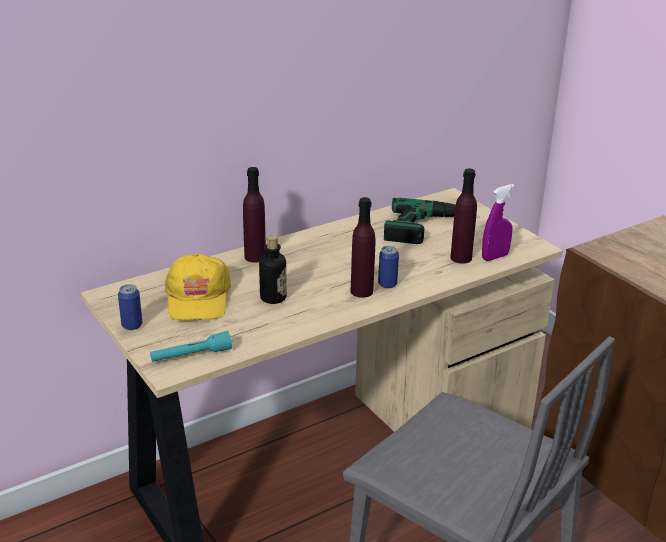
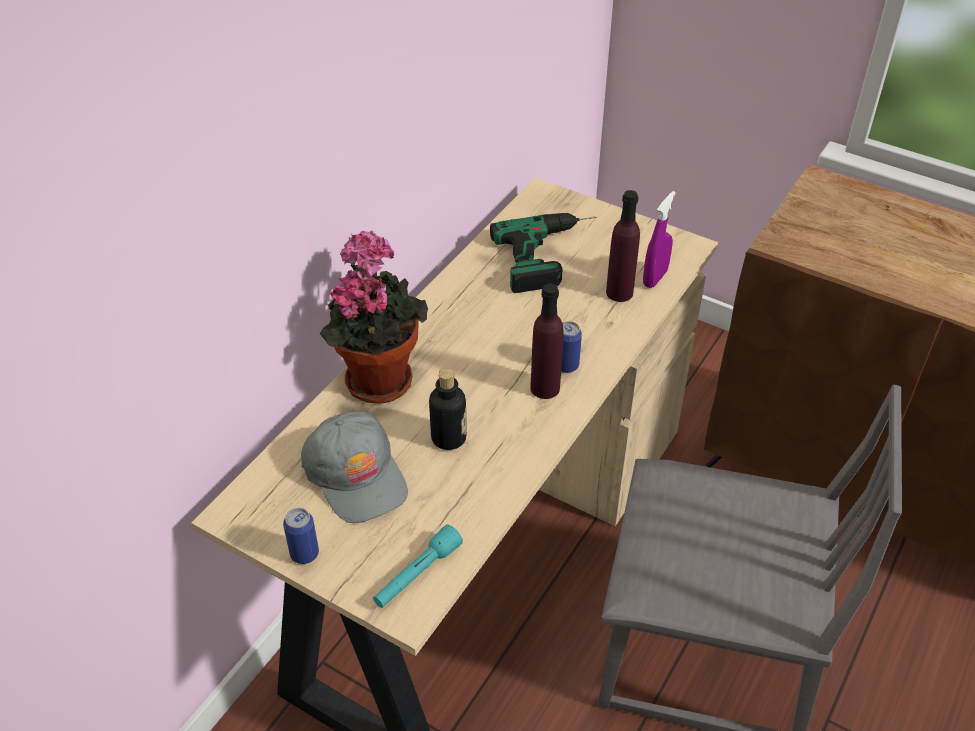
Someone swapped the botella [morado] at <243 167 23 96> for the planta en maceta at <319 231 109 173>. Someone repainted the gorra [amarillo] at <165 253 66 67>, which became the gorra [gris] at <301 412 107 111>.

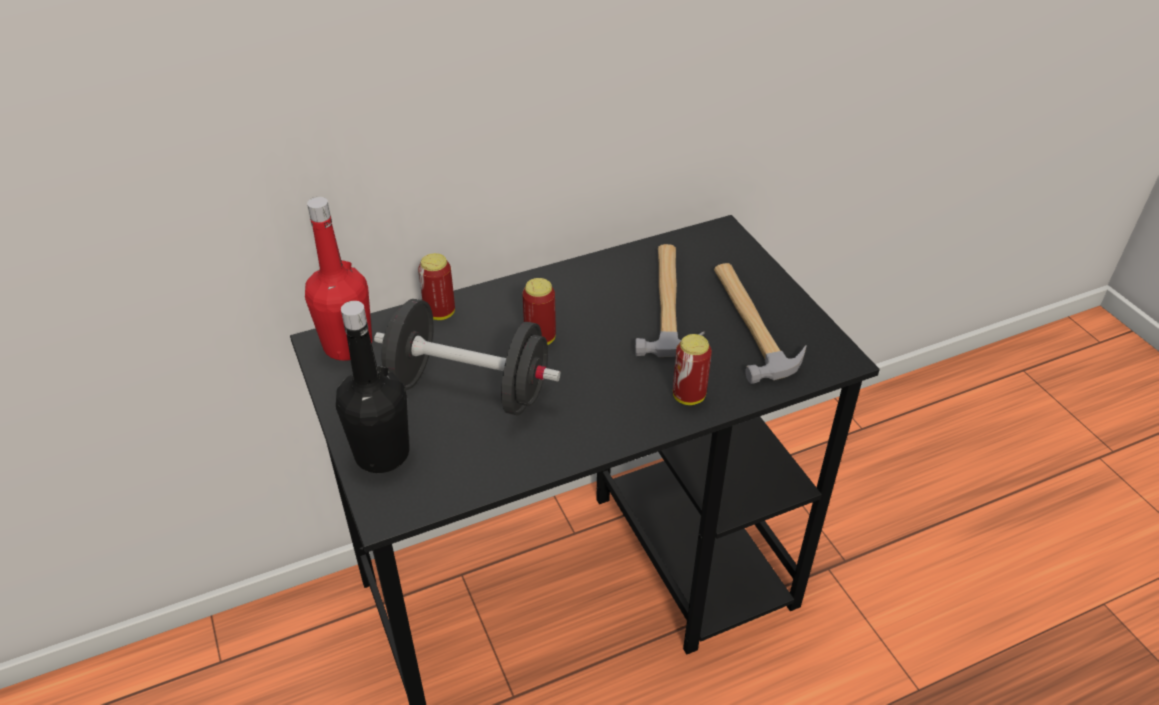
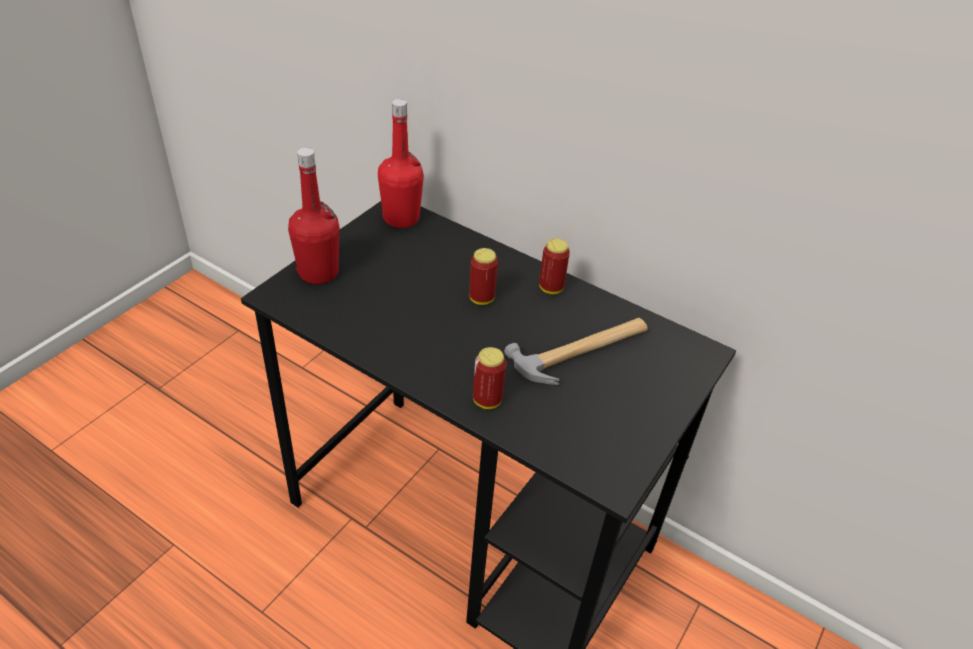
Someone took away the mancuerna [negro] at <374 299 187 117>. Someone took away the martillo at <714 263 93 121>. Someone carried the lata from <418 253 37 67> to <539 238 31 56>. Someone repainted the botella [negro] at <336 301 73 172>, which became the botella [rojo] at <288 147 52 137>.

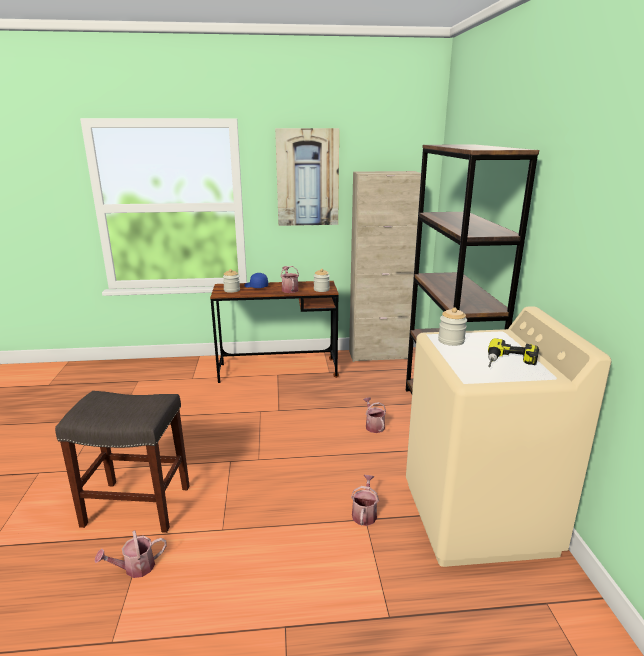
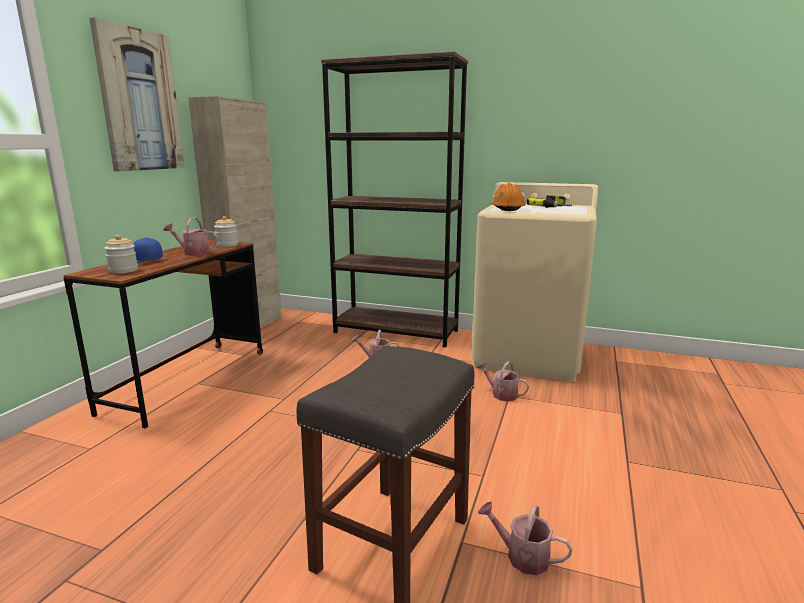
Someone swapped the tarro at <438 308 29 38> for the casco [naranja] at <491 183 35 28>. Someone rotated the regadera at <94 530 73 48> by 120 degrees clockwise.

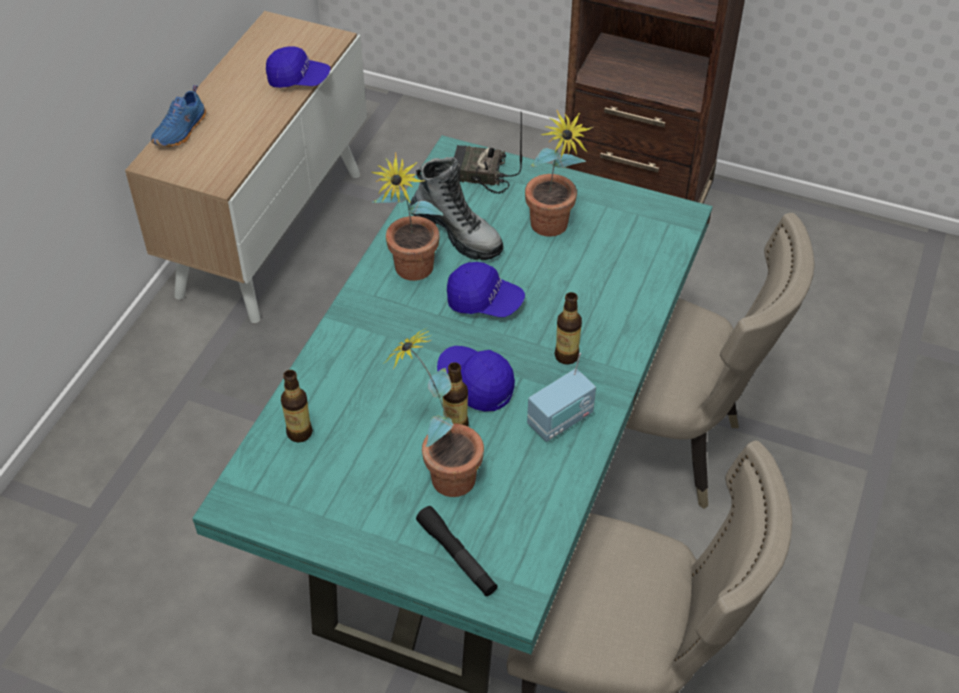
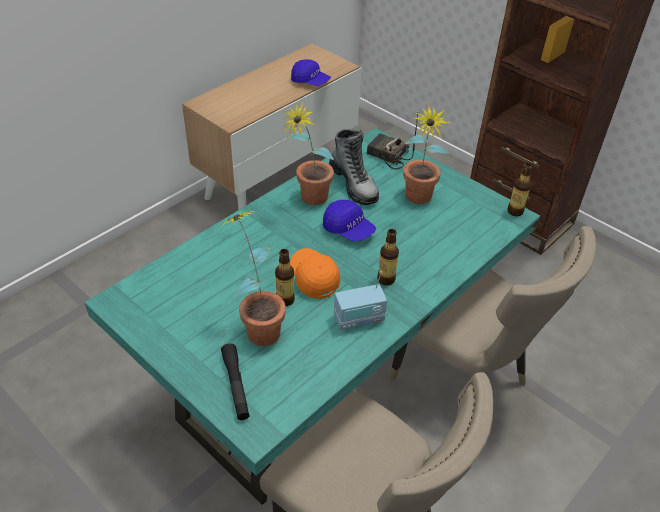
Someone took away the zapato [azul] at <151 85 55 62>. Someone carried the botella from <281 370 32 72> to <507 163 25 53>. Someone repainted the gorra [azul] at <437 346 78 66>, which became the gorra [naranja] at <290 248 50 51>.

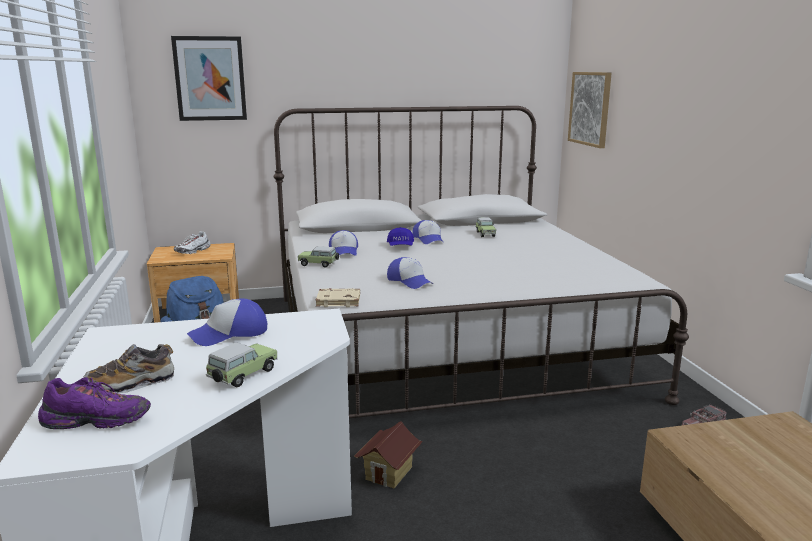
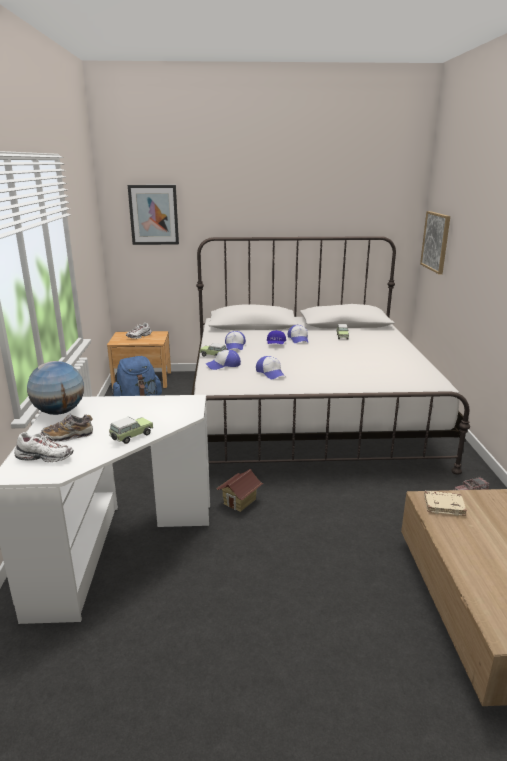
Someone put down the globo terráqueo at <27 361 57 54>. Someone carried the gorra from <187 298 80 48> to <206 350 35 20>. Someone carried the libro [beis] from <316 288 44 19> to <424 491 43 25>. Someone repainted the zapato [morado] at <38 377 113 52>, which became the zapato [blanco] at <14 432 60 30>.

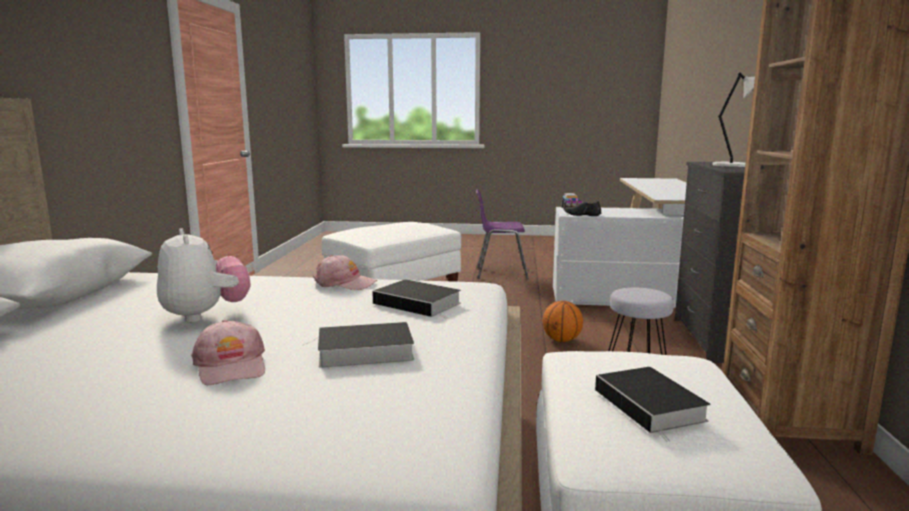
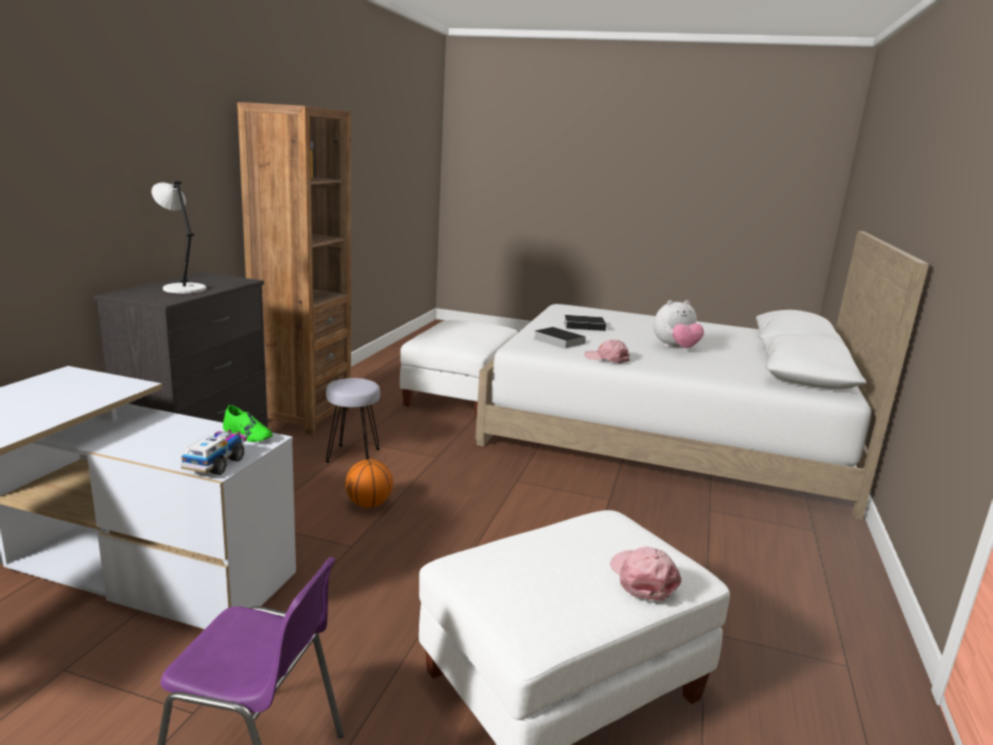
Someone took away the libro at <595 367 115 75>. Someone carried the gorra [rosa] from <191 320 74 66> to <610 547 71 54>. Someone repainted the zapato [negro] at <564 201 37 15>, which became the zapato [verde] at <223 405 50 37>. Someone rotated the peluche at <157 228 94 95> by 90 degrees counterclockwise.

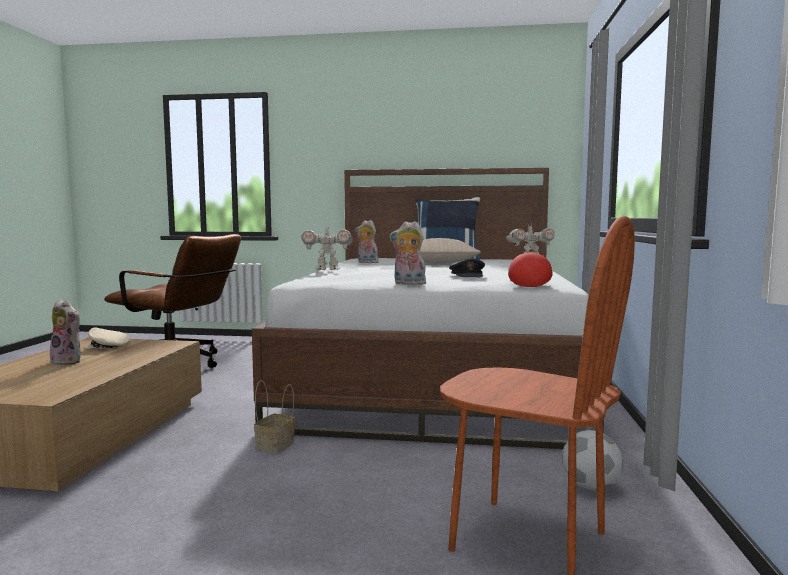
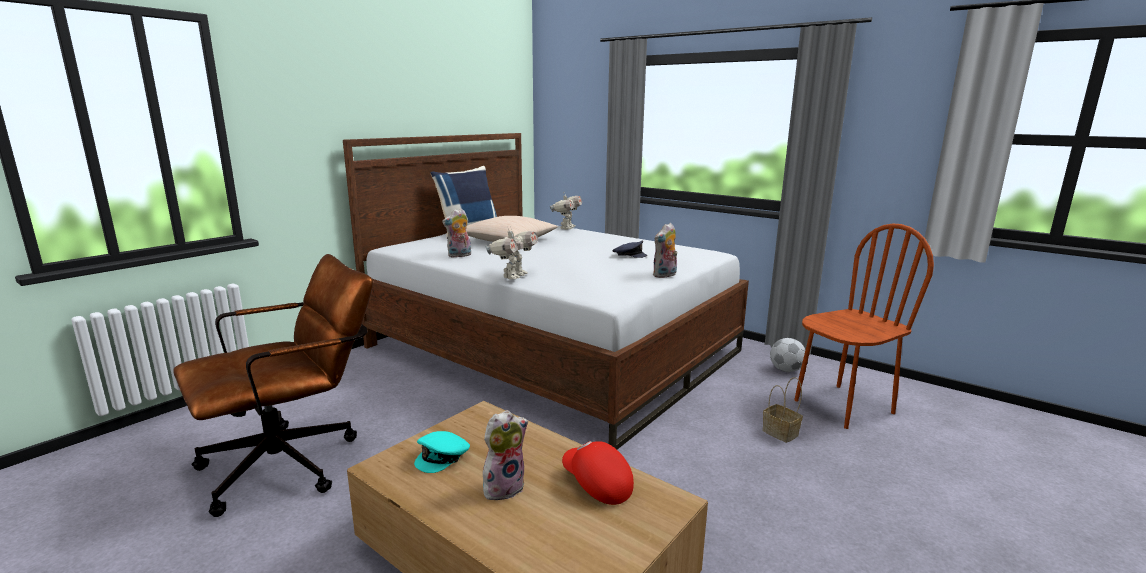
Someone carried the cesta from <254 380 41 73> to <762 377 41 66>. Someone carried the gorra [rojo] from <508 252 45 35> to <562 441 72 64>. Someone repainted the gorra [beis] at <85 327 46 22>, which became the gorra [turquesa] at <414 431 56 42>.

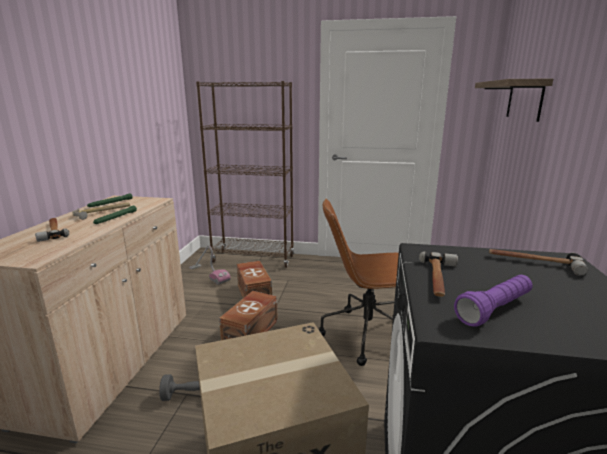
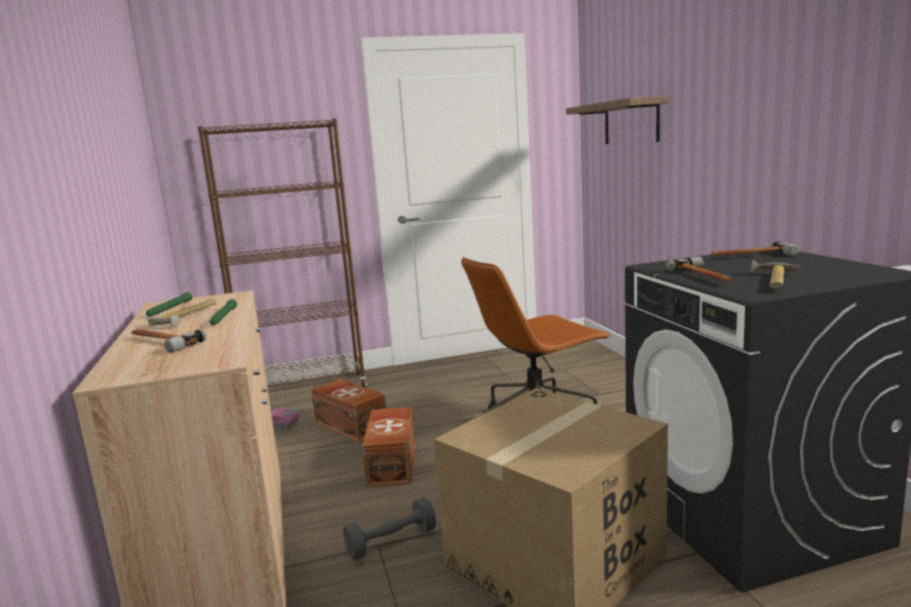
Someone swapped the linterna [morado] at <454 275 79 52> for the martillo at <751 260 50 29>.

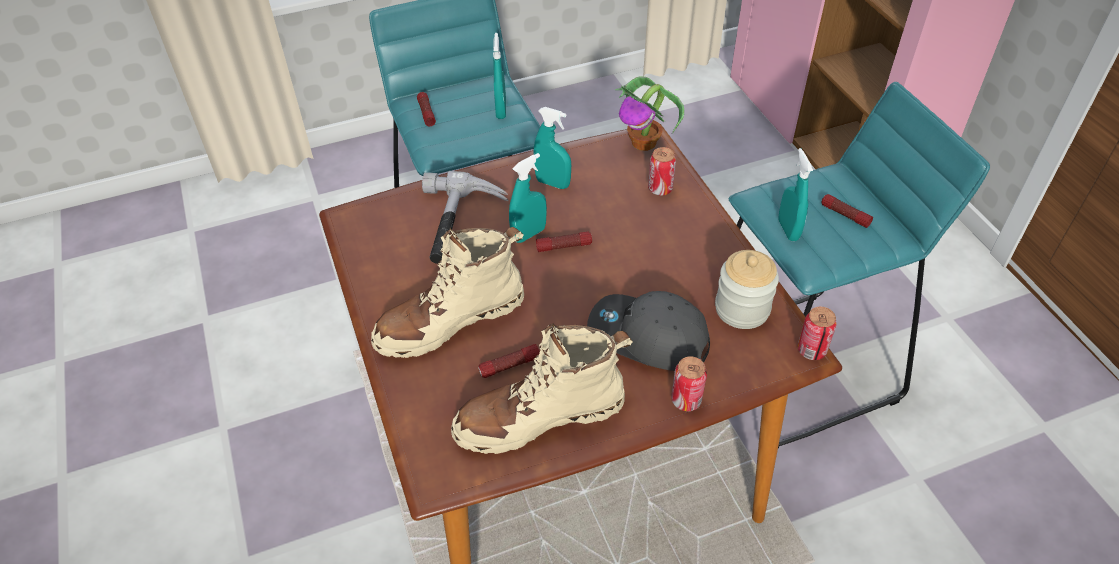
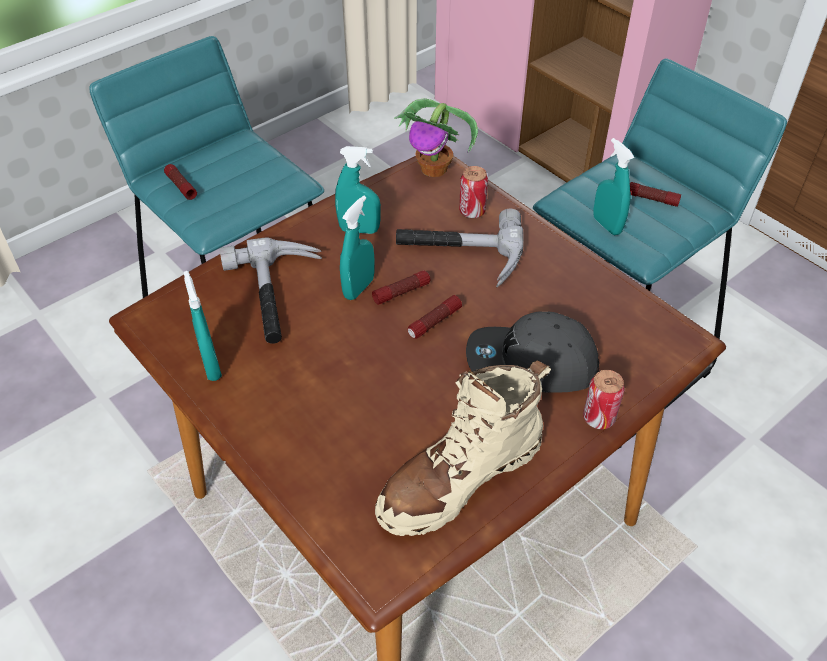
Someone took away the bota [beis] at <371 227 153 131>. Someone took away the tarro at <715 250 64 79>. Someone took away the lata at <798 307 39 53>. Someone put down the martillo at <396 209 128 78>. Someone carried the linterna from <478 344 62 34> to <408 295 54 44>. Someone carried the pulverizador [turquesa] from <493 33 13 86> to <184 271 38 110>.

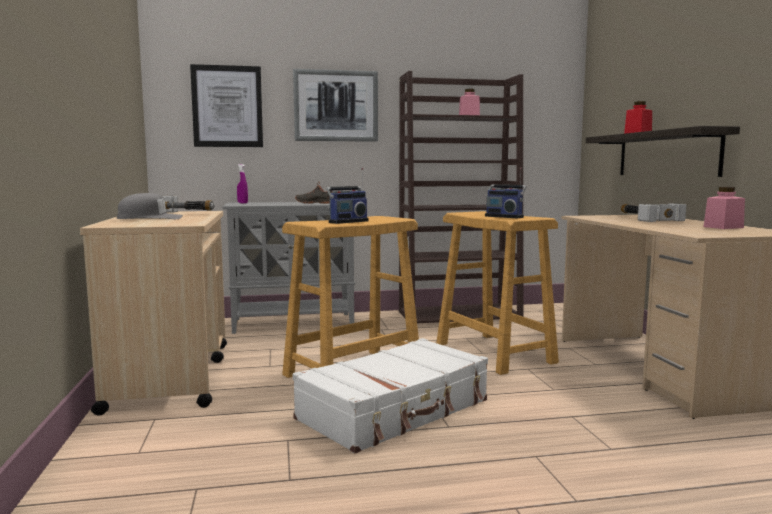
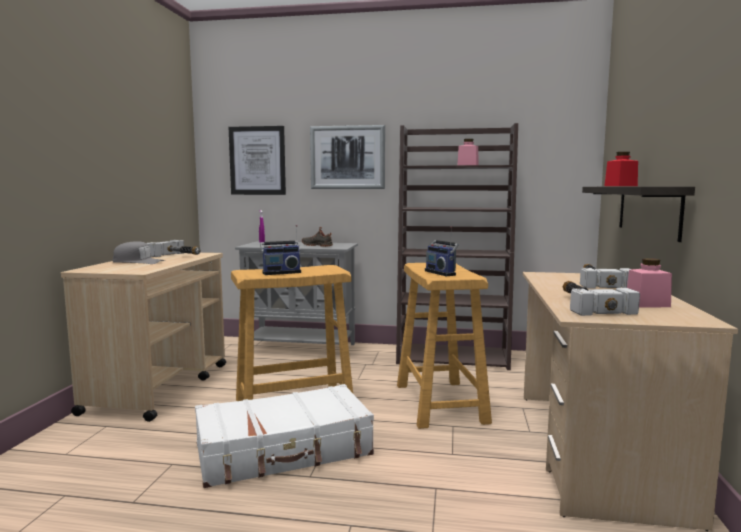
Someone put down the martillo at <562 281 78 35>.

